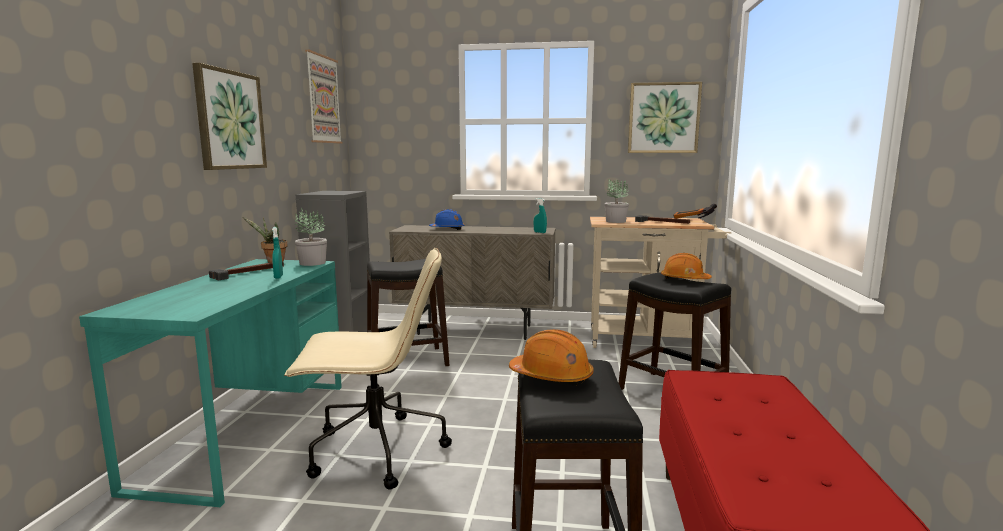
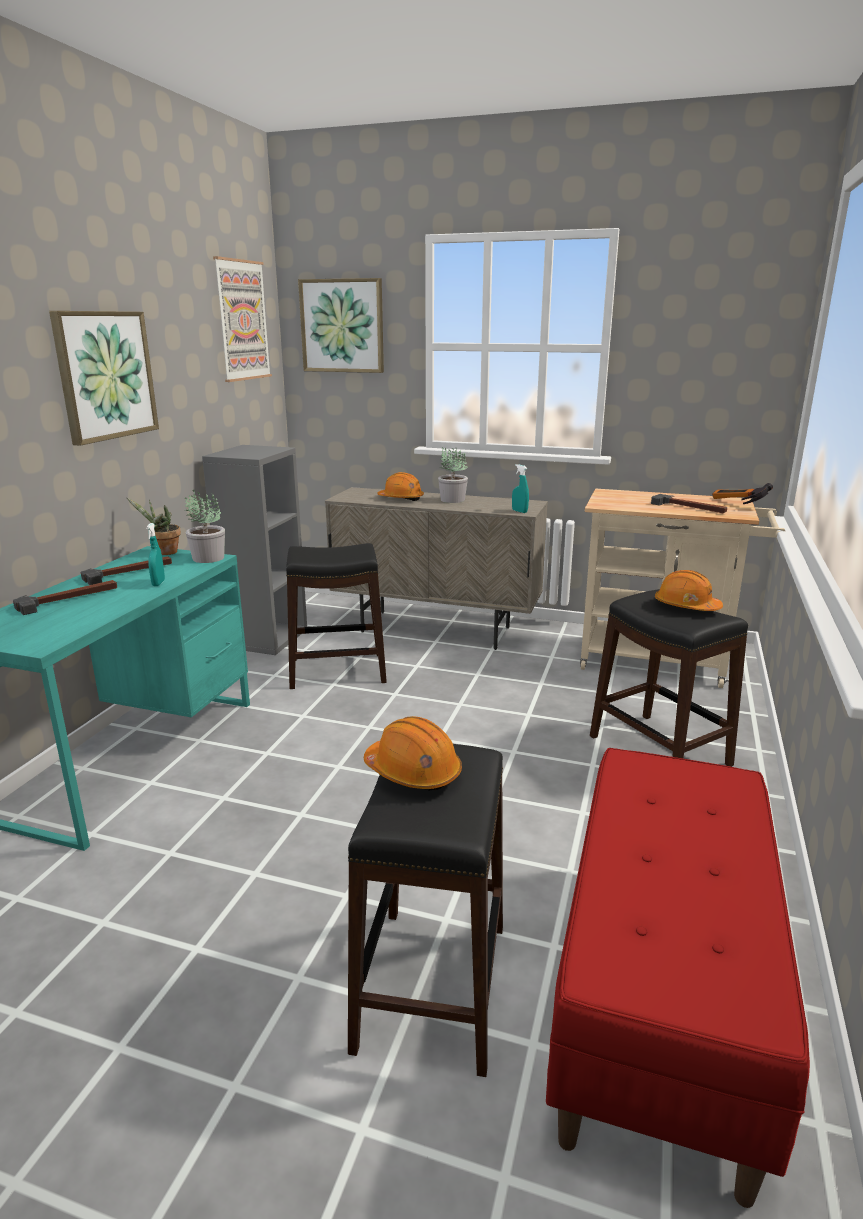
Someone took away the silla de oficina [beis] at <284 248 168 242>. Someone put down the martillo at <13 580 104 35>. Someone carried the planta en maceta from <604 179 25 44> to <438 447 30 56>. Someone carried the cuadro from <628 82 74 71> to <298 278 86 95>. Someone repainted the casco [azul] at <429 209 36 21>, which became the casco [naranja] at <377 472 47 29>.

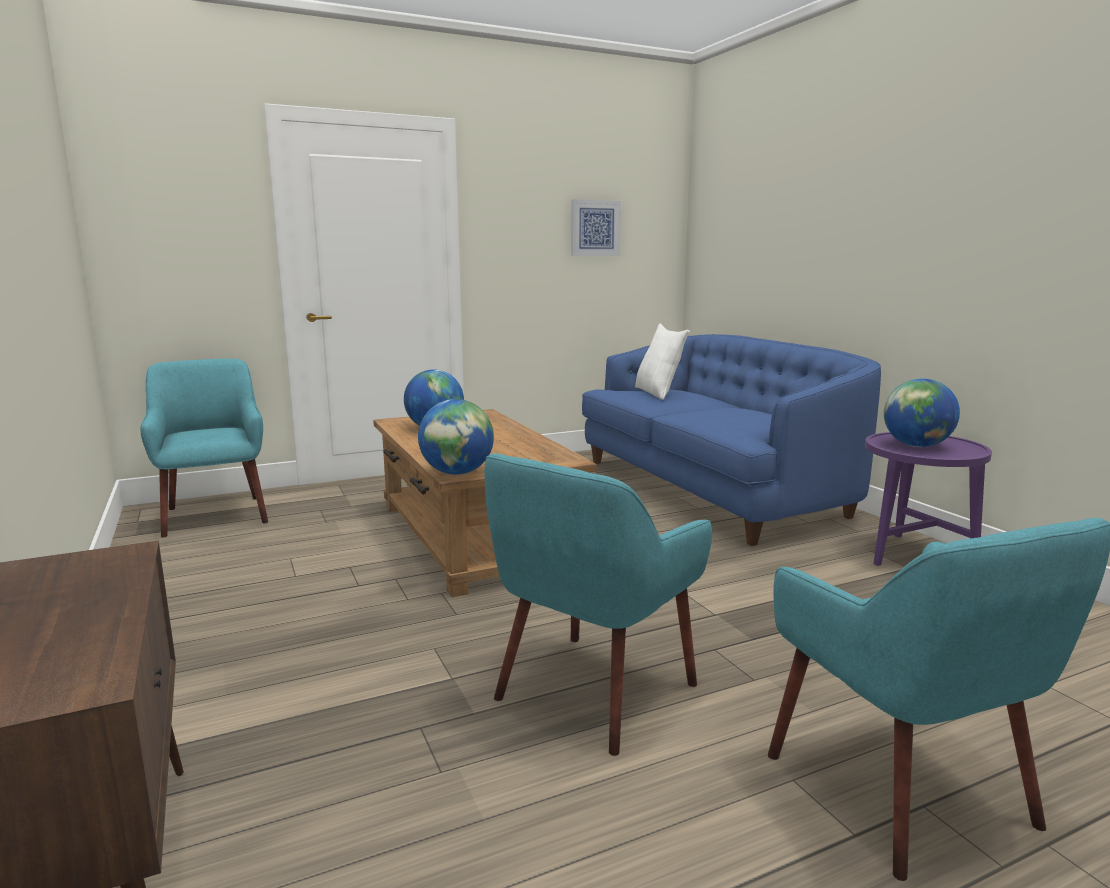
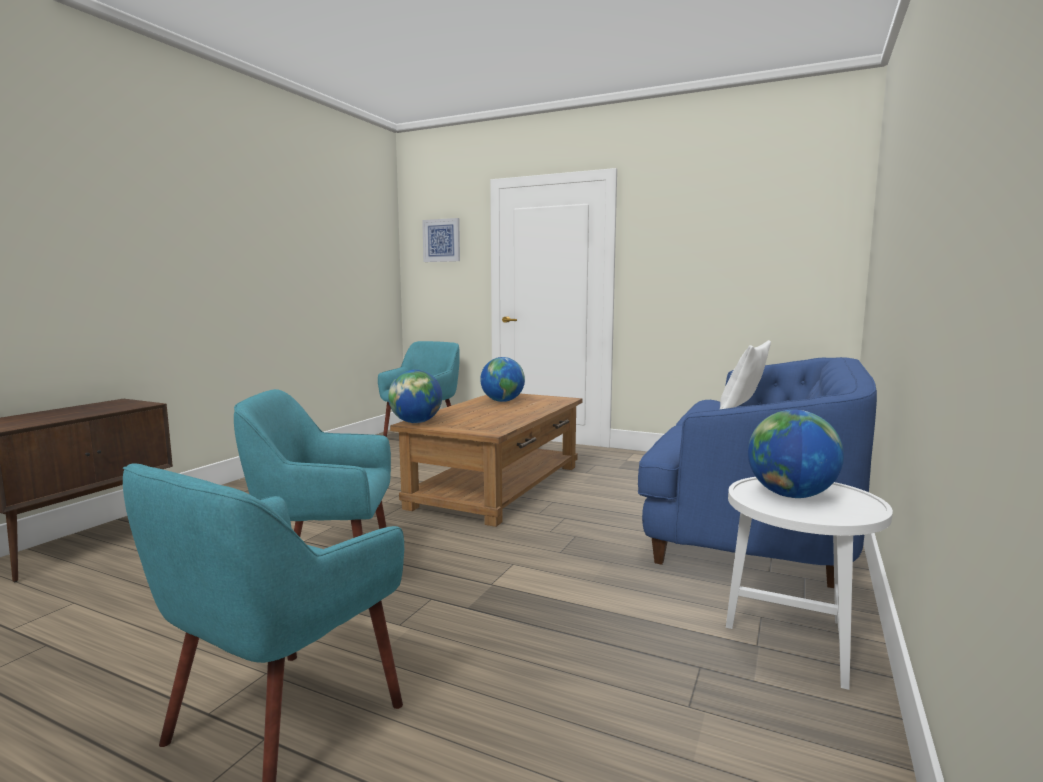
Someone carried the cuadro from <571 199 50 57> to <422 218 38 44>. Someone repainted the mesa auxiliar [morado] at <865 432 127 134>, which became the mesa auxiliar [blanco] at <726 477 167 213>.

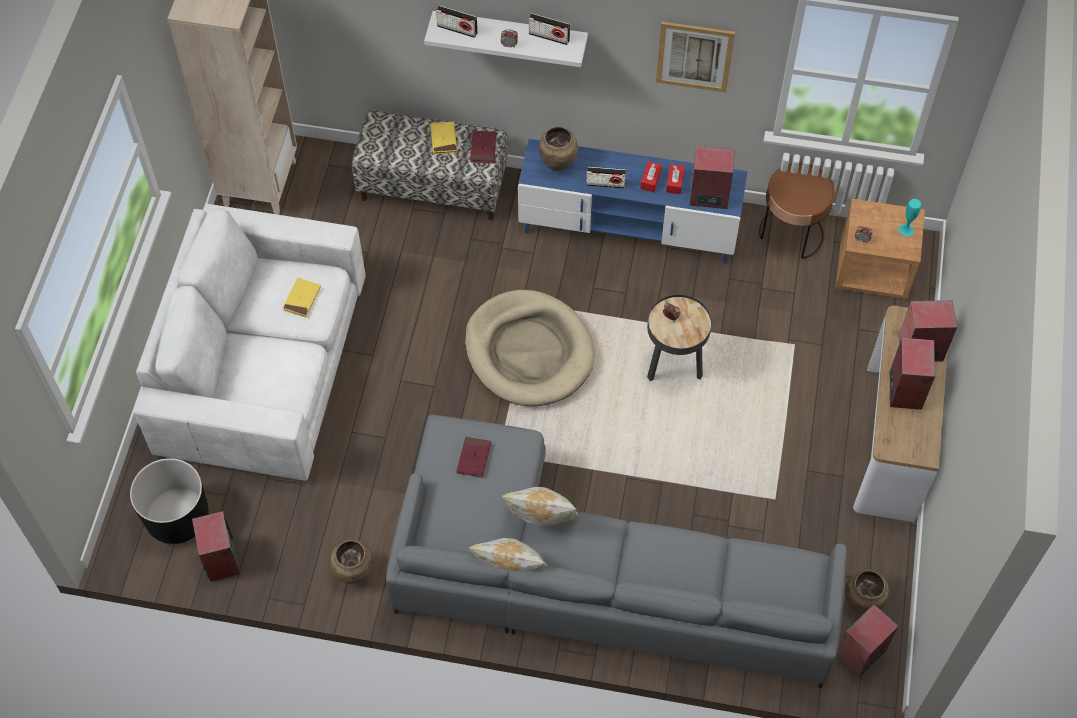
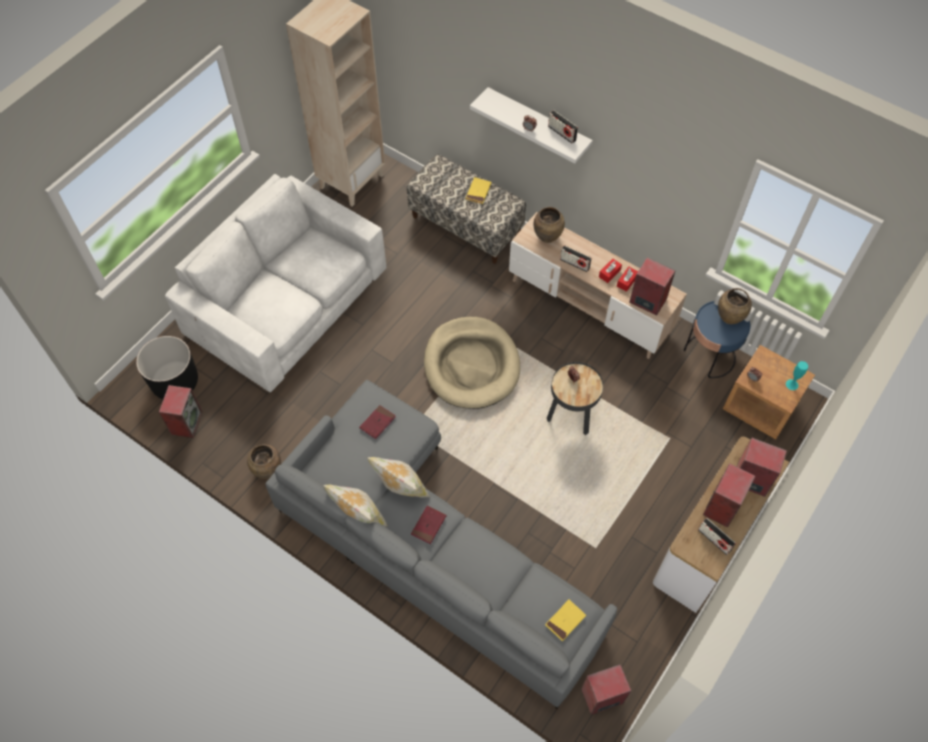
Someone took away the cuadro at <656 22 79 70>. Someone carried the libro [amarillo] from <282 278 39 40> to <545 599 41 42>. Someone carried the radio from <436 5 42 33> to <698 518 38 37>. Someone carried the libro [rojo] from <470 130 26 33> to <411 505 36 39>. Someone carried the florero [marrón] from <845 570 44 44> to <718 288 34 36>. Someone repainted the mueble de televisión [azul] at <518 139 230 125>, which became the mueble de televisión [beis] at <509 212 178 147>. Someone repainted the mesa auxiliar [marrón] at <759 163 76 96>, which became the mesa auxiliar [azul] at <684 301 66 77>.

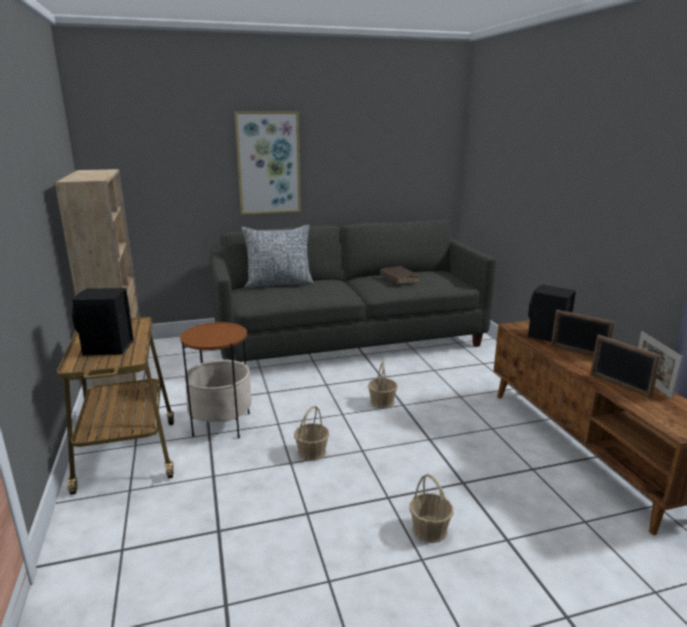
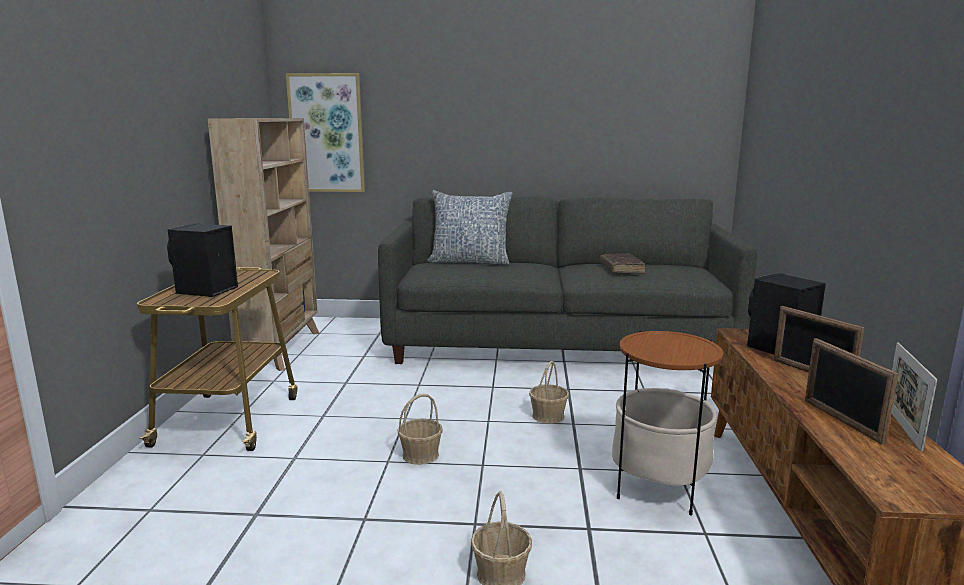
Someone carried the mesa auxiliar from <180 322 72 117> to <612 331 111 185>. Someone carried the cuadro from <235 111 66 104> to <286 73 79 119>.

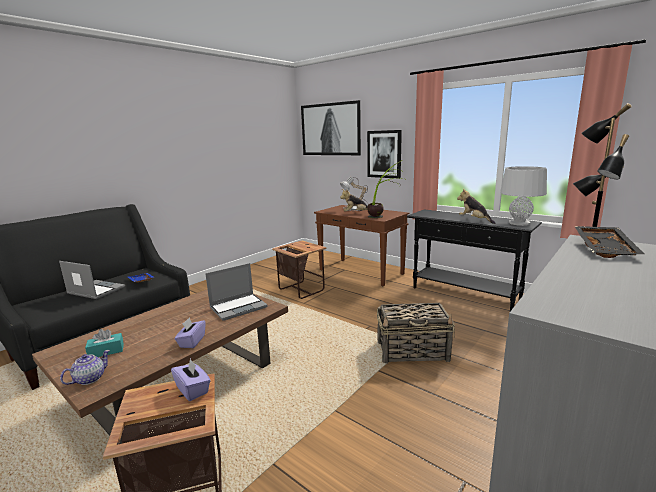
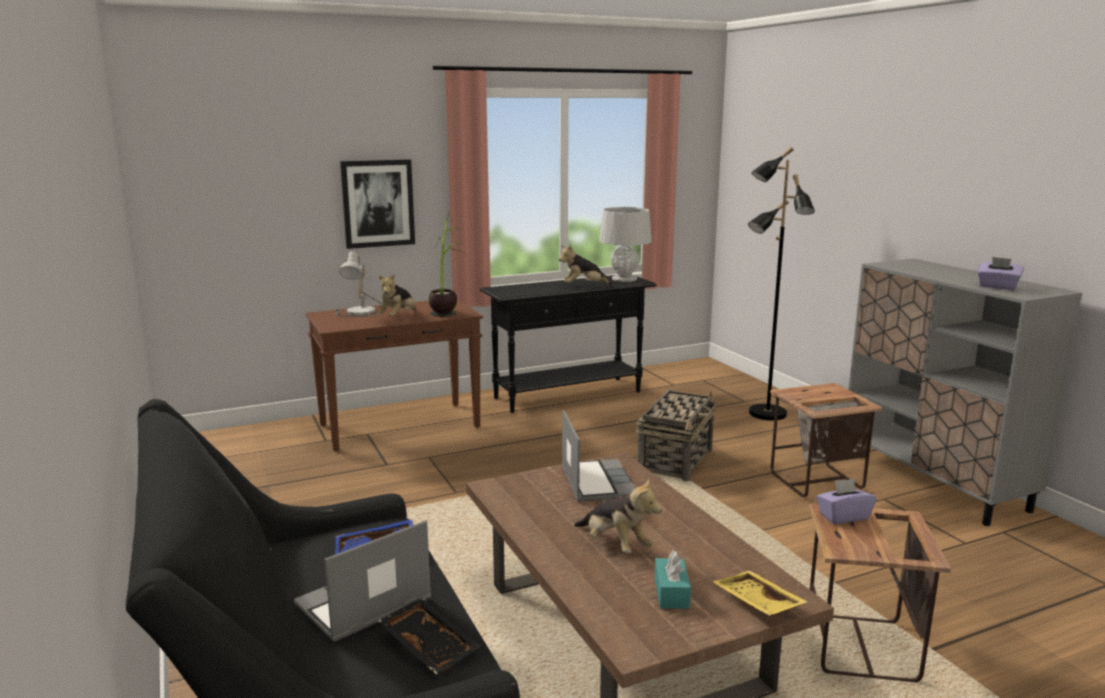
Someone took away the cuadro at <301 100 60 55>. Someone put down the peluche at <574 477 88 76>. Someone carried the caja de pañuelos [morado] from <175 317 30 31> to <977 257 47 33>. Someone carried the mesa auxiliar from <272 240 55 59> to <770 383 112 114>. Someone carried the bandeja [negro] from <574 226 71 32> to <378 597 103 77>. Someone swapped the tetera at <60 350 50 35> for the bandeja [amarillo] at <712 571 96 45>.

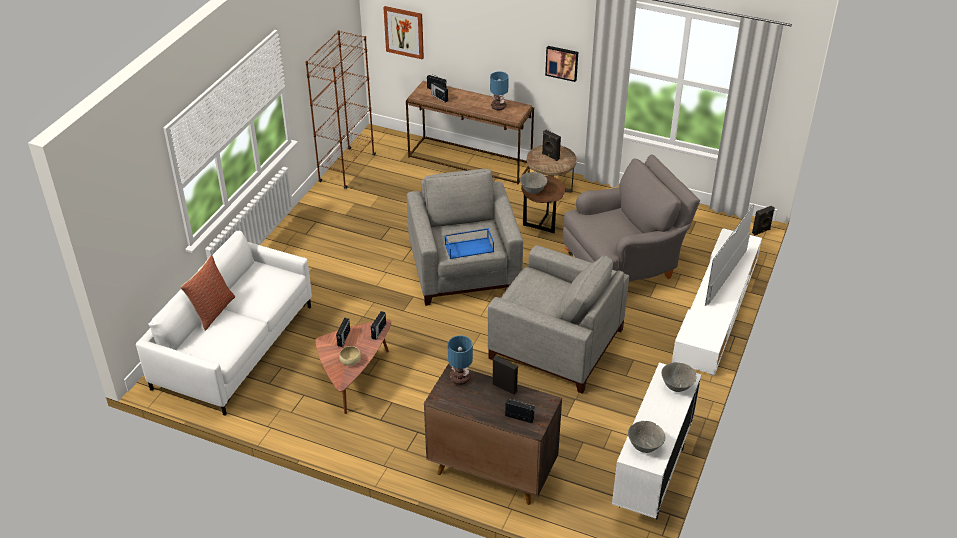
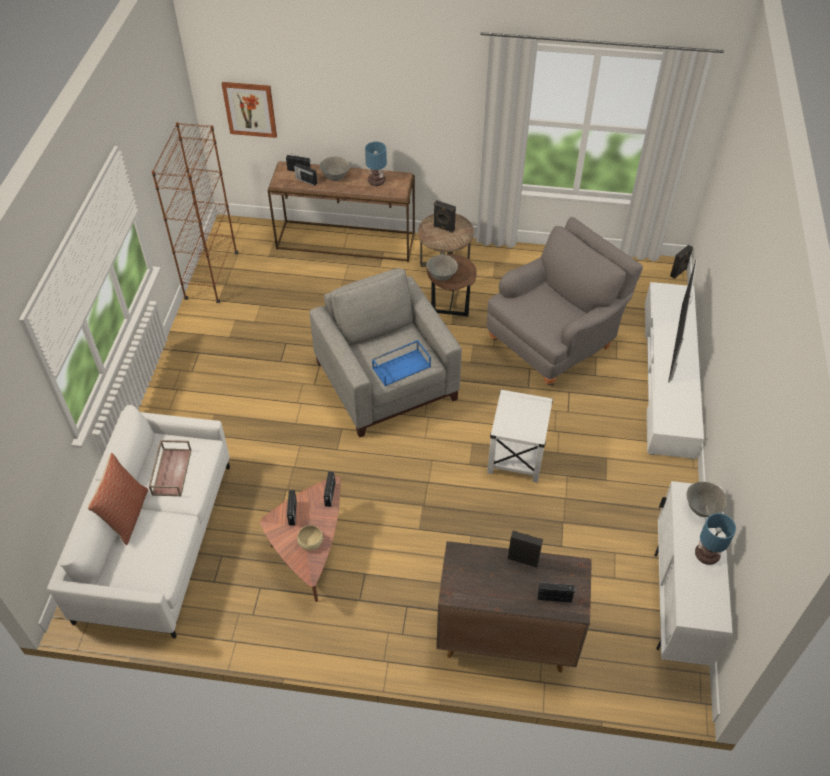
Someone took away the cuadro at <545 46 33 36>. Someone put down the bandeja [marrón] at <149 440 42 57>. Someone carried the lámpara de mesa from <448 335 25 50> to <695 513 41 52>. Someone carried the cuenco [gris] from <628 421 37 32> to <319 156 31 25>. Someone swapped the sillón [gris] at <488 245 141 149> for the mesa auxiliar [blanco] at <487 389 66 94>.

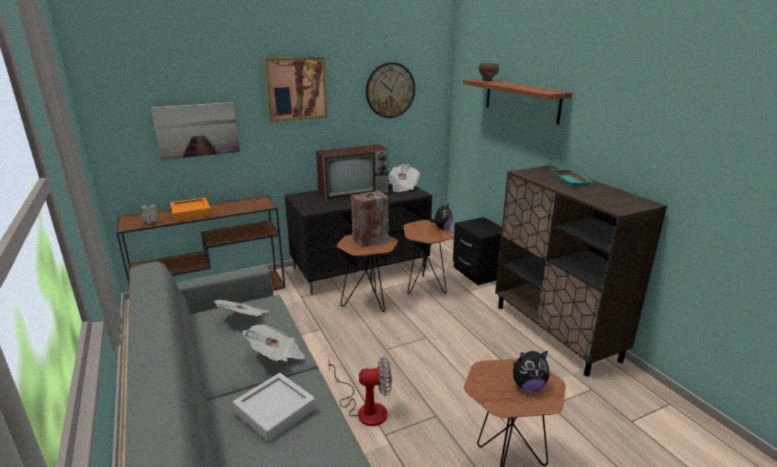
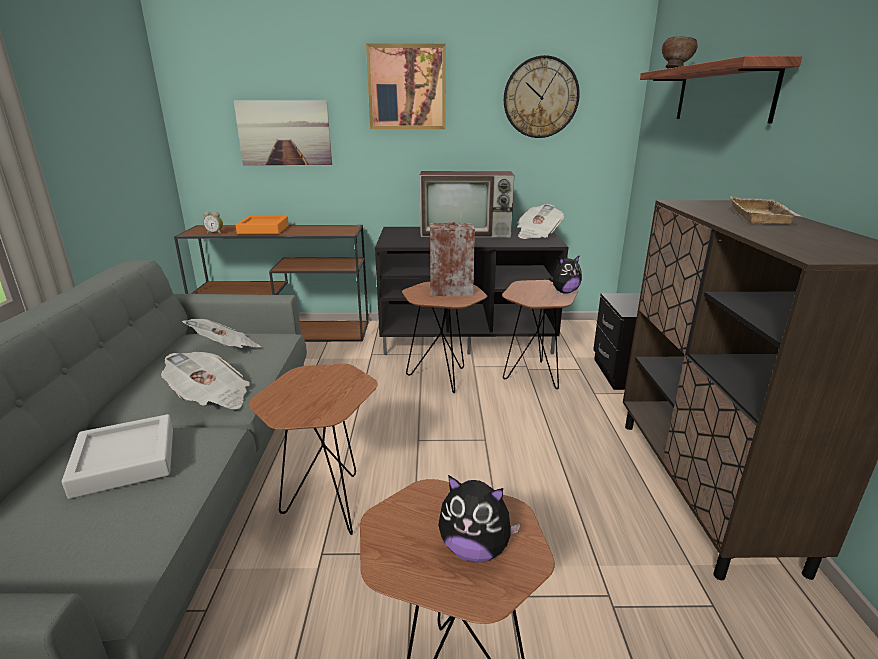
Someone swapped the ventilador at <329 357 63 69> for the mesa auxiliar [marrón] at <249 364 129 171>. Someone repainted the bandeja [turquesa] at <551 169 42 19>, which became the bandeja [beis] at <730 197 72 27>.

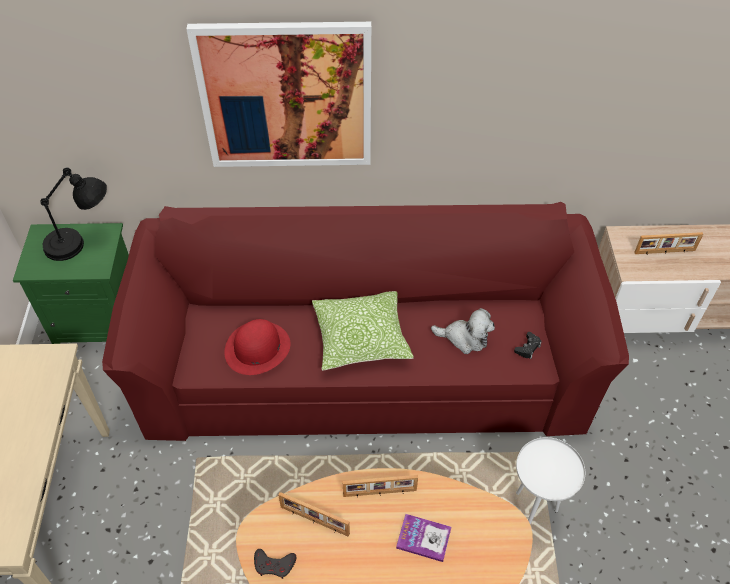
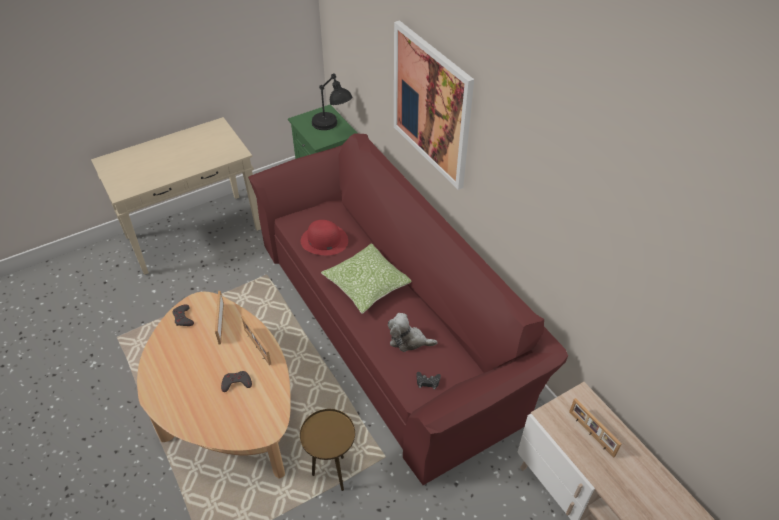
Someone swapped the libro at <396 514 55 48> for the mando de consola [gris] at <221 371 31 21>. Someone repainted the mesa auxiliar [blanco] at <516 437 69 88>, which became the mesa auxiliar [marrón] at <300 409 55 82>. Someone rotated the peluche at <431 308 64 46> by 120 degrees clockwise.

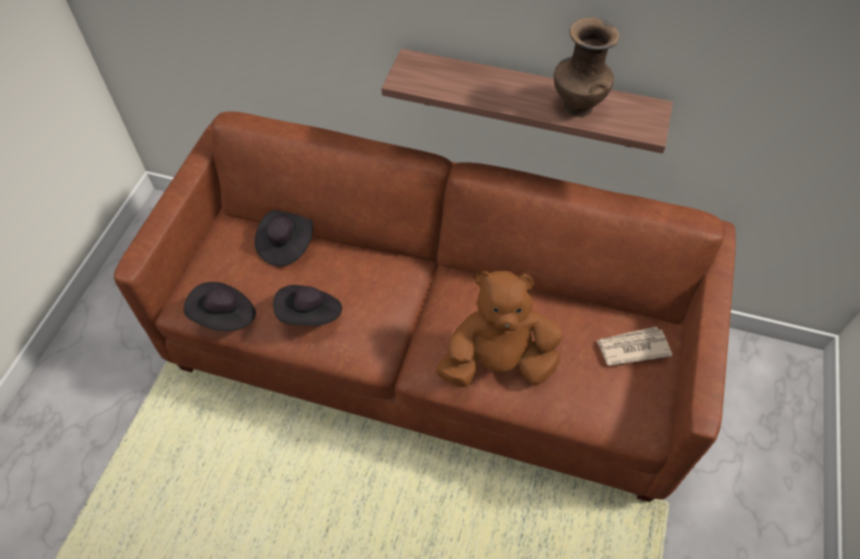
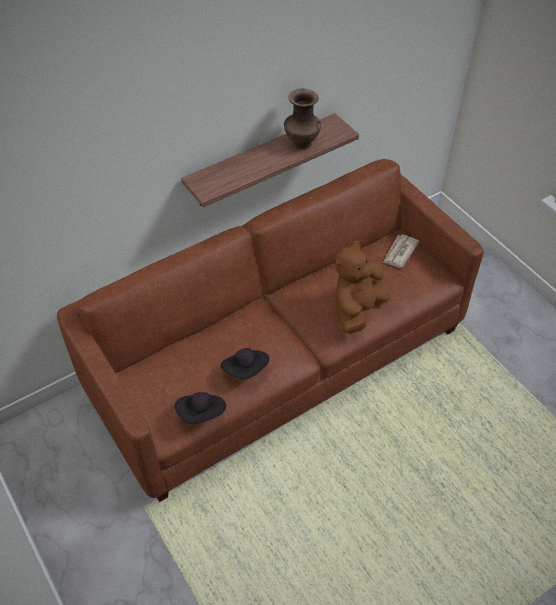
Someone took away the sombrero [negro] at <255 210 58 56>.

